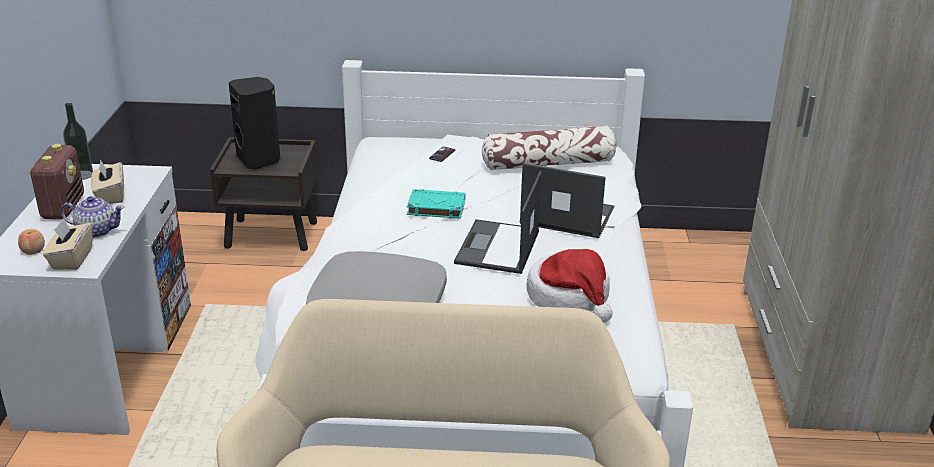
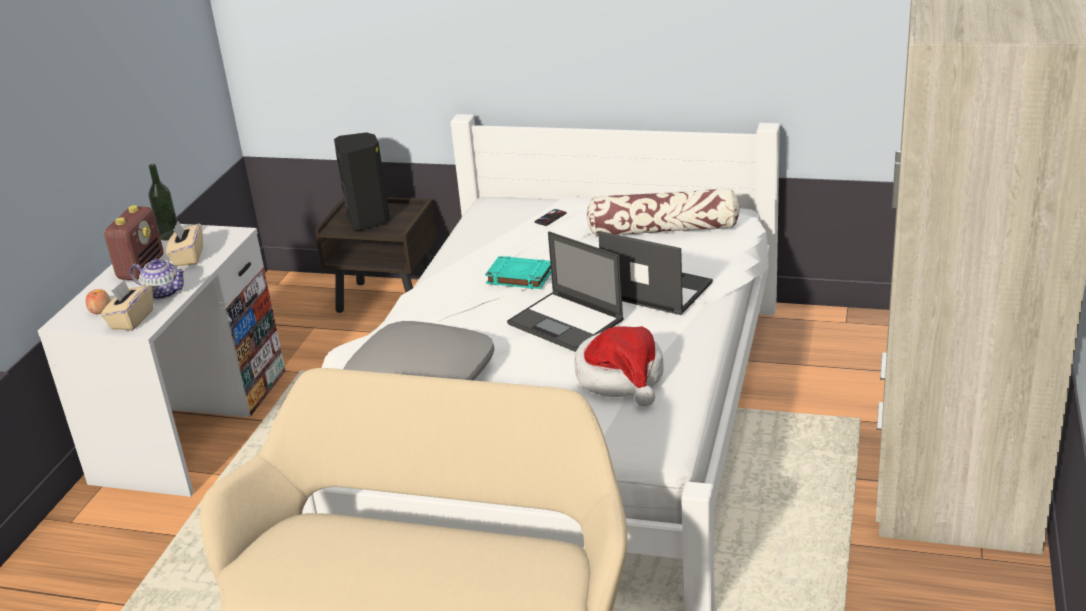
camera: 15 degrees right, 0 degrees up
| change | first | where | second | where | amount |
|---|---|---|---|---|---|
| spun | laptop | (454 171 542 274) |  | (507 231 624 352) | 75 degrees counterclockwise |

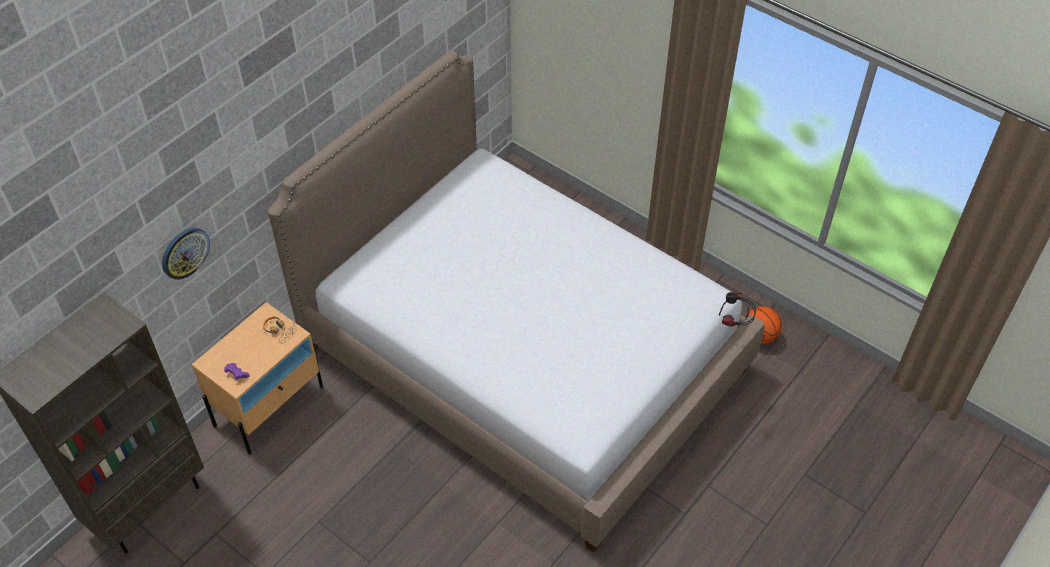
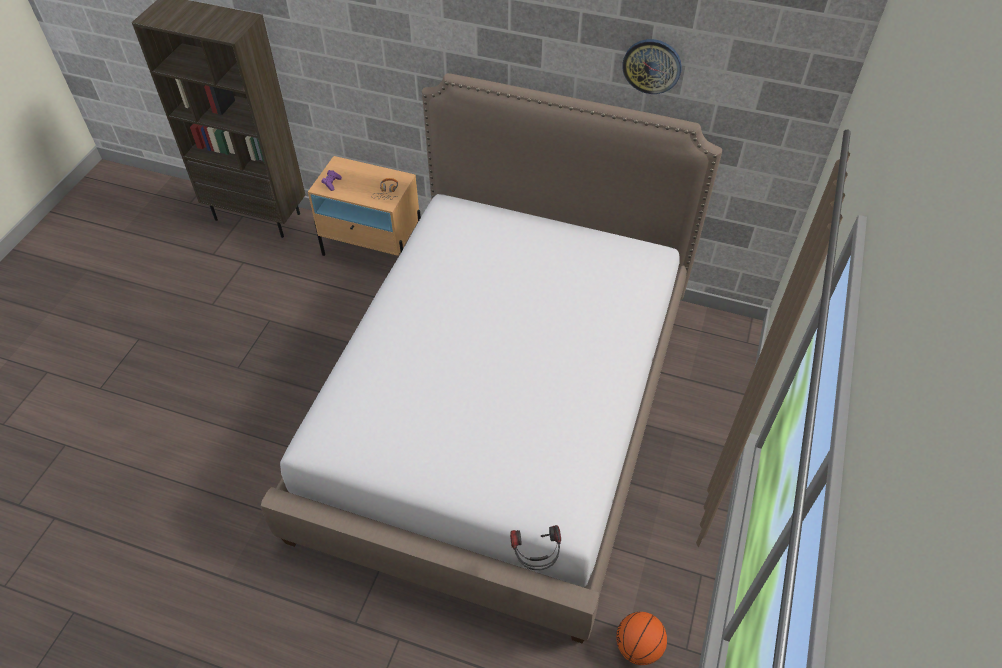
camera: 70 degrees right, 0 degrees up
| change | first | where | second | where | amount |
|---|---|---|---|---|---|
| relocated | wall clock | (162 228 210 280) |  | (622 39 682 94) |  |

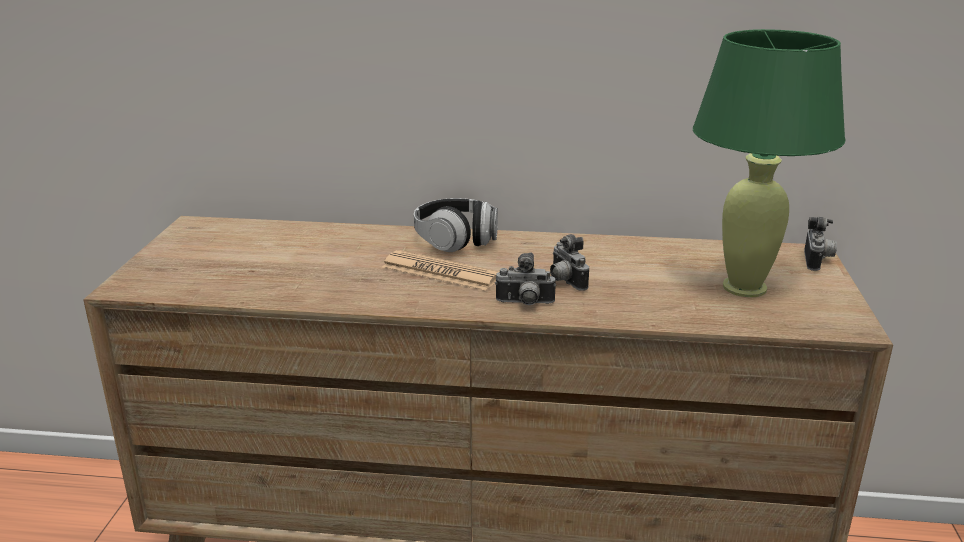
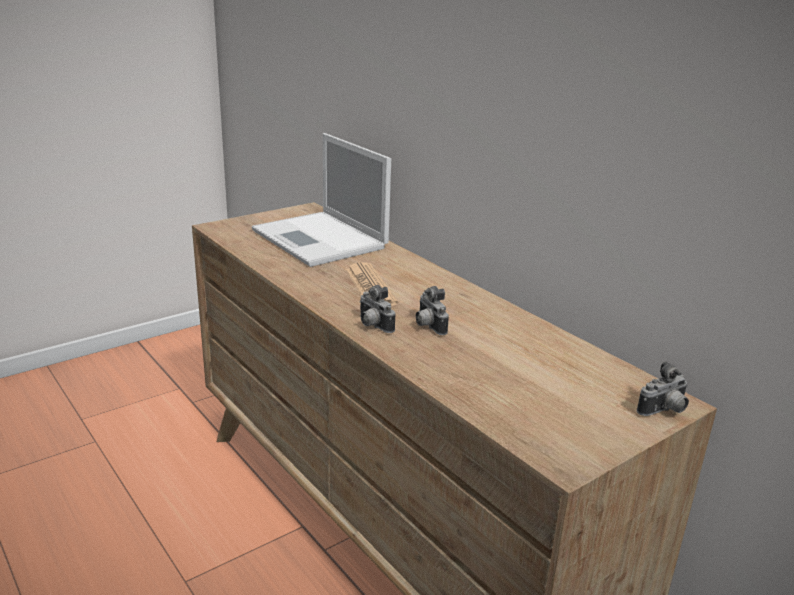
camera: 45 degrees right, 0 degrees up
| change | first | where | second | where | amount |
|---|---|---|---|---|---|
| missing | table lamp (green) | (693 29 846 297) |  |  |  |
| missing | headphones | (414 198 498 252) |  |  |  |
| spun | photo camera | (550 234 589 291) |  | (416 286 449 335) | 45 degrees counterclockwise |
| appeared |  |  | laptop | (252 133 391 267) |  |

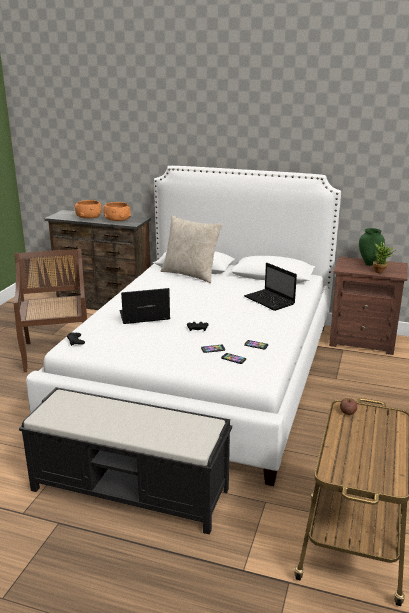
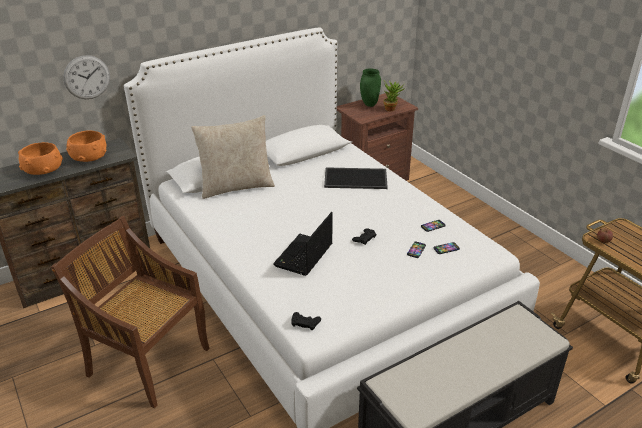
camera: 50 degrees left, 10 degrees up
| change | first | where | second | where | amount |
|---|---|---|---|---|---|
| exchanged | laptop | (244 263 297 311) | tray | (324 167 388 189) |  |
| appeared |  |  | wall clock | (63 55 110 99) |  |

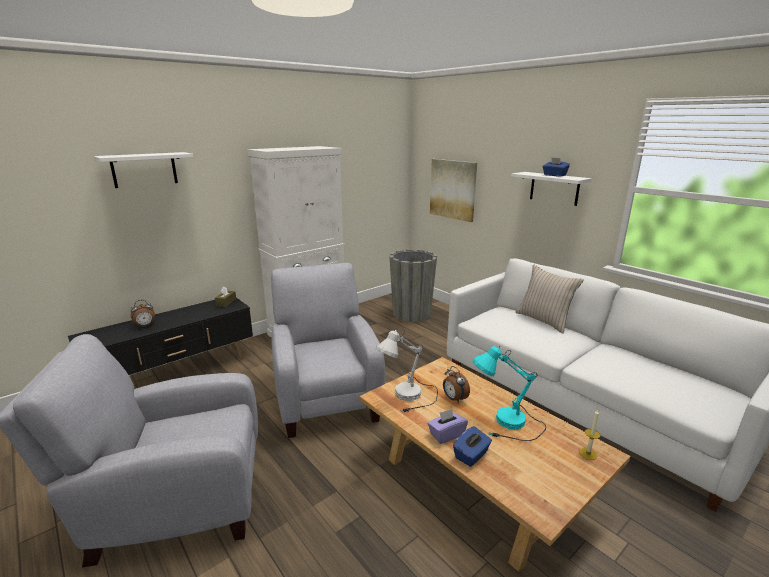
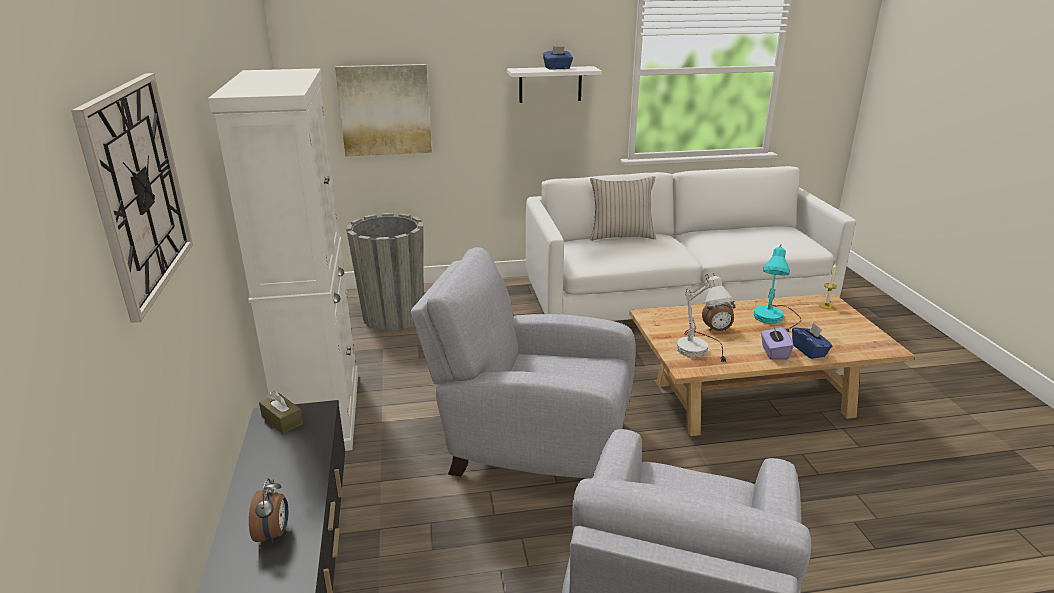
camera: 60 degrees left, 5 degrees up
| change | first | where | second | where | amount |
|---|---|---|---|---|---|
| exchanged | shelf (white) | (94 152 193 188) | wall clock | (71 73 193 323) |  |

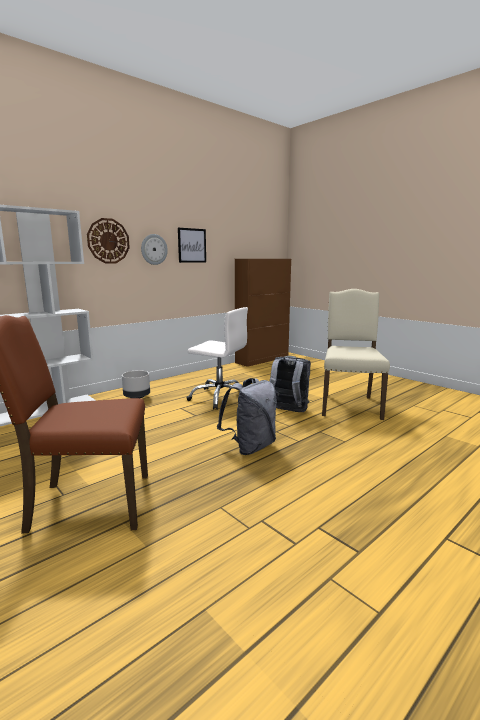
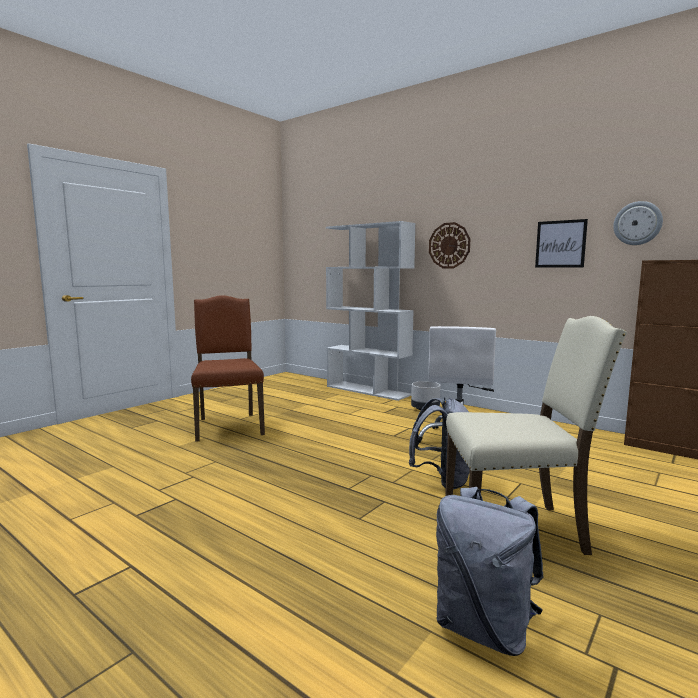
camera: 80 degrees right, 5 degrees down
| change | first | where | second | where | amount |
|---|---|---|---|---|---|
| relocated | wall clock | (141 234 168 265) |  | (613 201 663 245) |  |
| relocated | backpack (grey) | (217 378 277 455) |  | (436 487 544 656) |  |

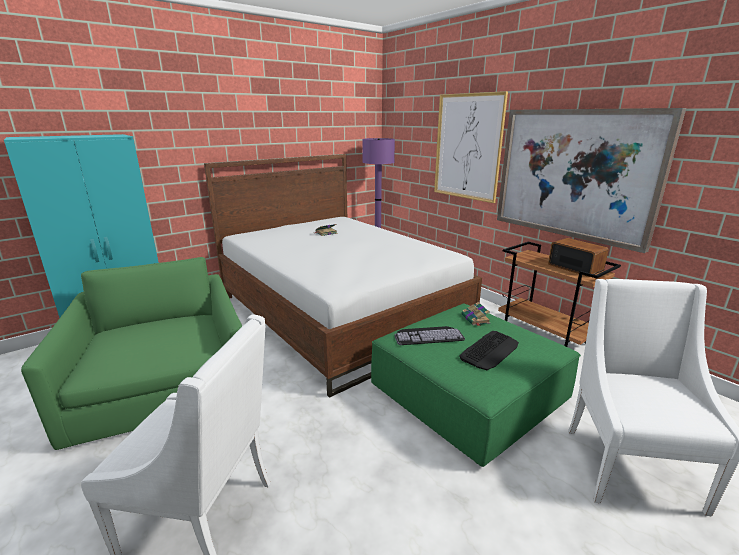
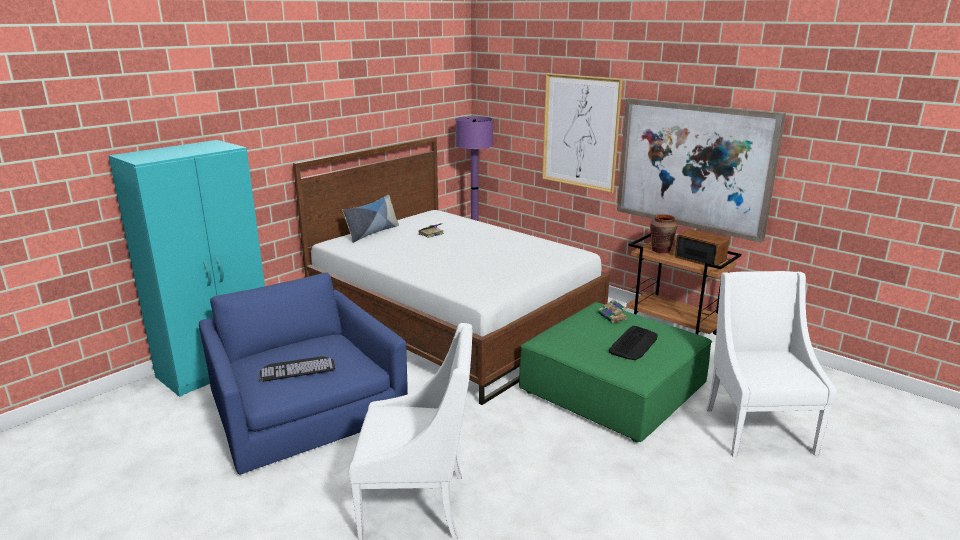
camera: 10 degrees left, 0 degrees up
| change | first | where | second | where | amount |
|---|---|---|---|---|---|
| colour | armchair (green) | (21 257 242 450) | armchair (blue) | (199 272 408 474) |  |
| relocated | keyboard | (394 326 465 345) |  | (259 356 336 382) |  |
| appeared |  |  | pillow | (343 195 399 243) |  |
| appeared |  |  | vase (brown) | (650 214 678 253) |  |

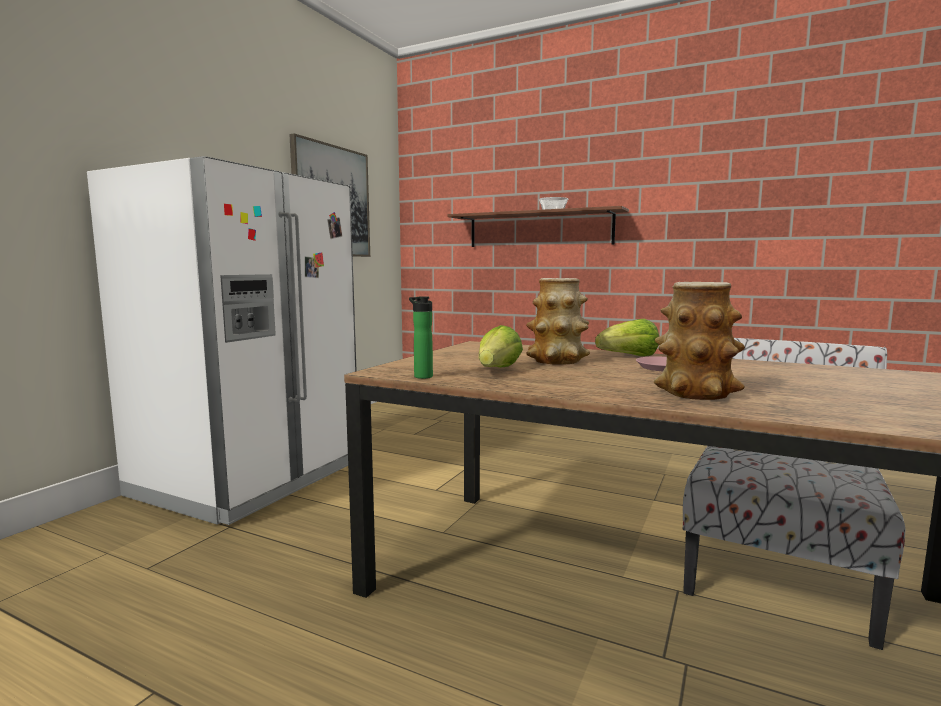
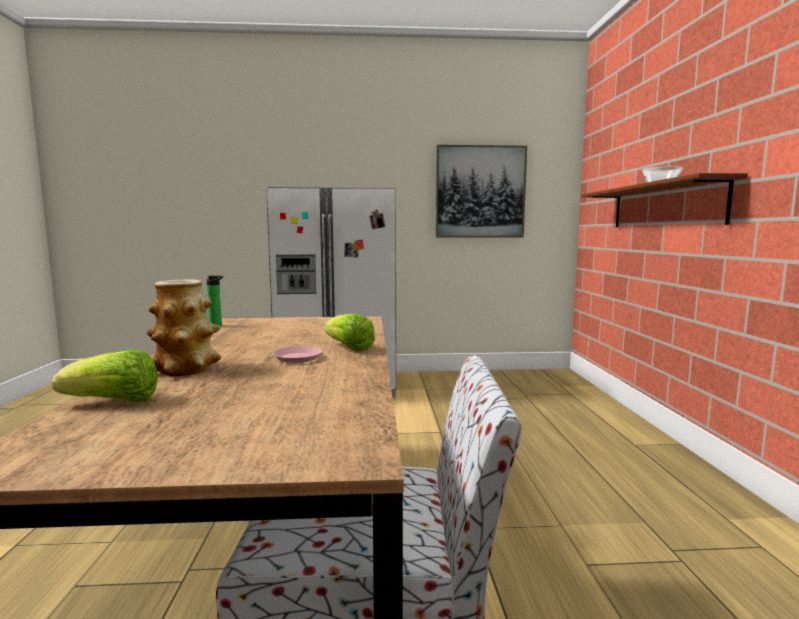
camera: 60 degrees right, 0 degrees up
| change | first | where | second | where | amount |
|---|---|---|---|---|---|
| missing | vase | (526 278 590 365) |  |  |  |
| relocated | lettuce | (479 325 523 368) |  | (52 349 158 402) |  |

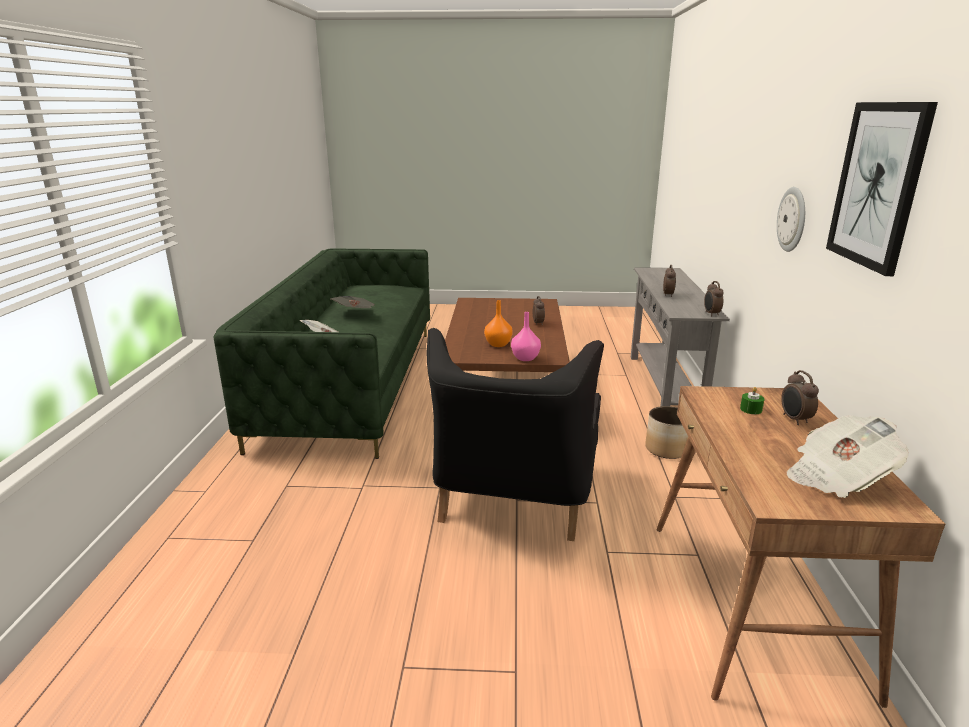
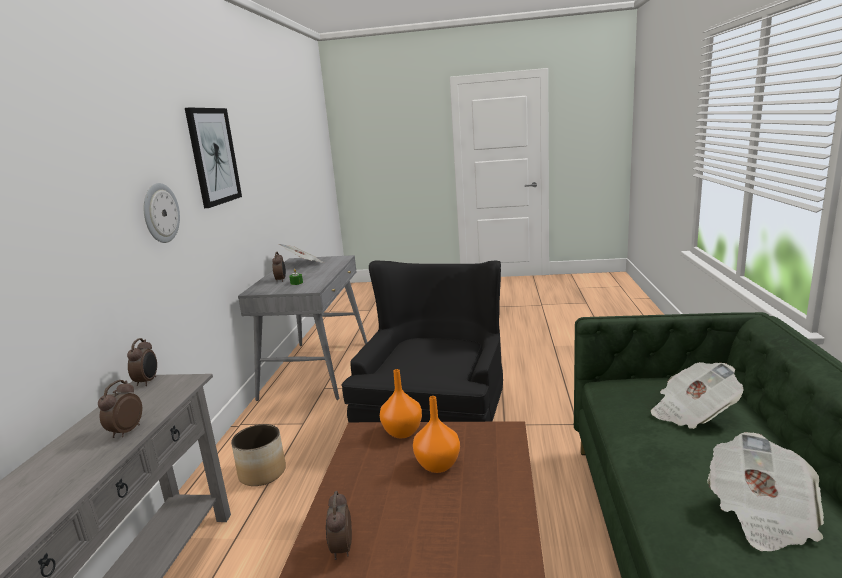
camera: 175 degrees left, 5 degrees down
| change | first | where | second | where | amount |
|---|---|---|---|---|---|
| colour | vase (pink) | (511 312 541 361) | vase (orange) | (380 369 422 438) |  |
| colour | desk (brown) | (657 386 945 708) | desk (grey) | (238 255 368 401) |  |

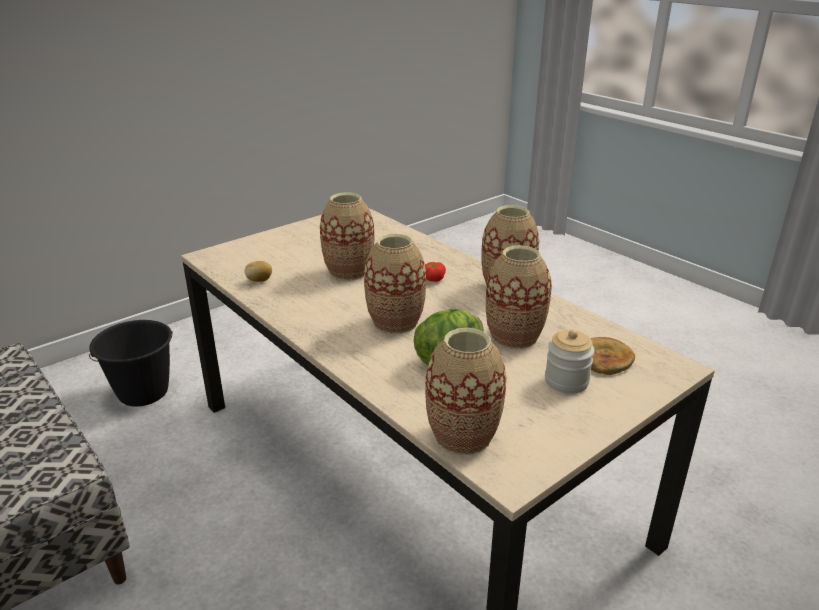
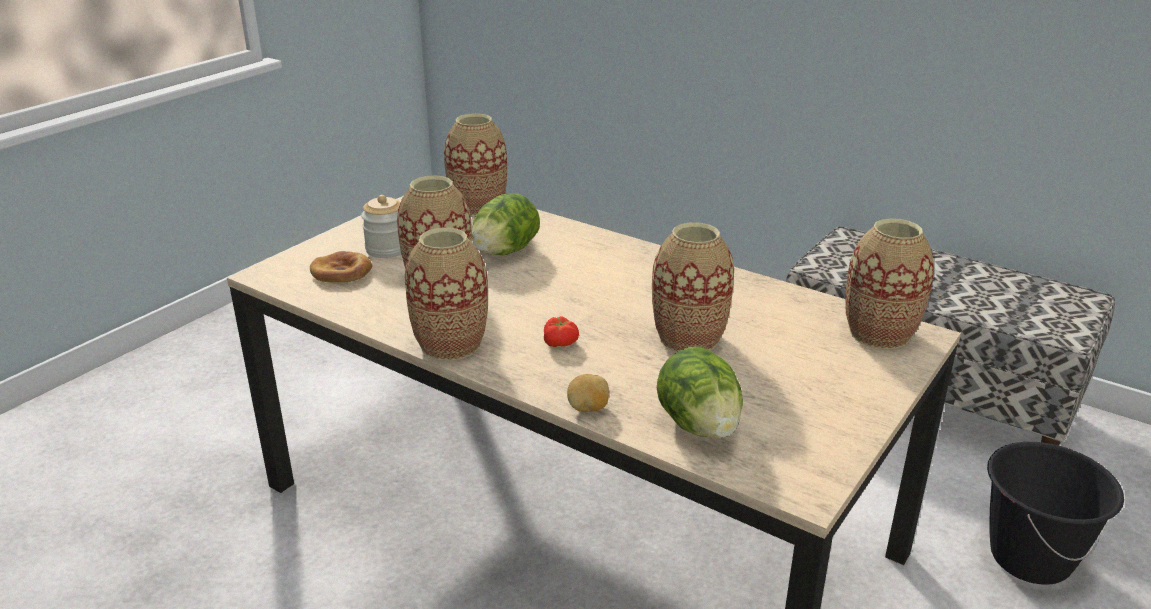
camera: 165 degrees right, 0 degrees up
| change | first | where | second | where | amount |
|---|---|---|---|---|---|
| relocated | vase | (364 234 426 334) |  | (845 218 934 349) |  |
| relocated | potato | (245 261 272 282) |  | (567 374 609 412) |  |
| appeared |  |  | lettuce | (657 347 743 439) |  |

